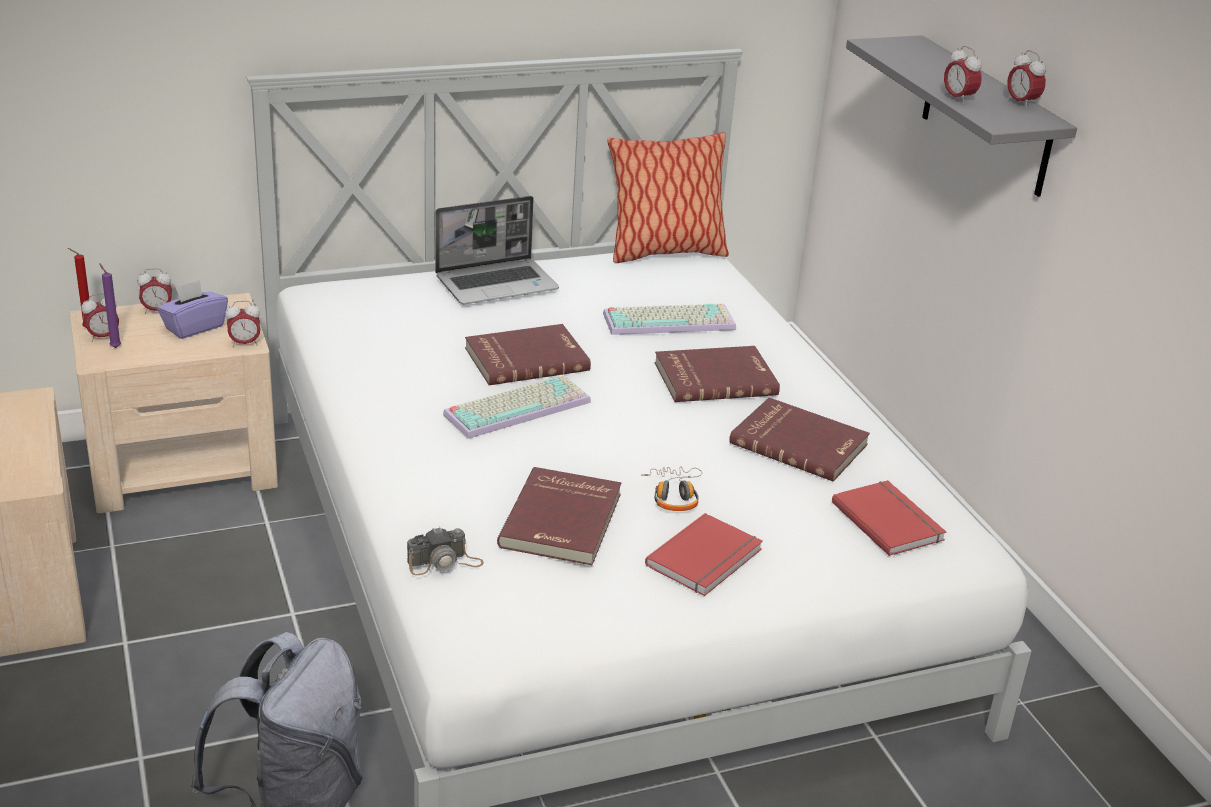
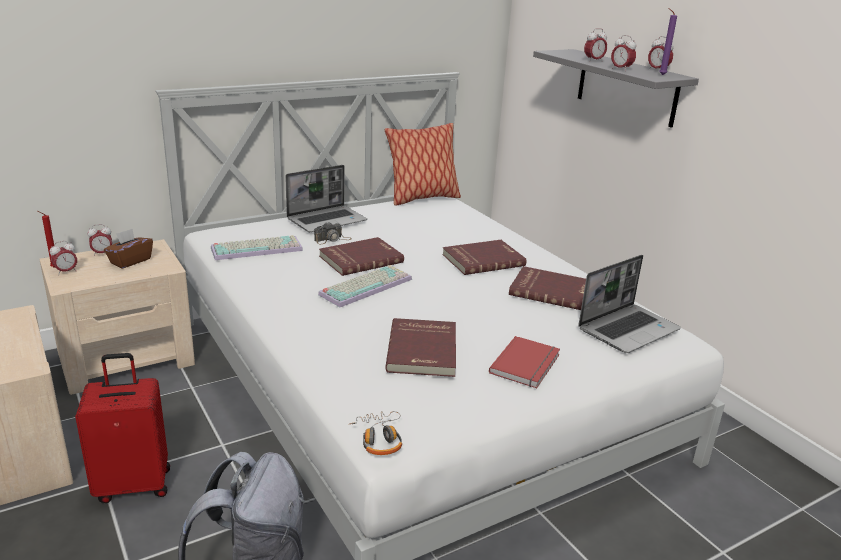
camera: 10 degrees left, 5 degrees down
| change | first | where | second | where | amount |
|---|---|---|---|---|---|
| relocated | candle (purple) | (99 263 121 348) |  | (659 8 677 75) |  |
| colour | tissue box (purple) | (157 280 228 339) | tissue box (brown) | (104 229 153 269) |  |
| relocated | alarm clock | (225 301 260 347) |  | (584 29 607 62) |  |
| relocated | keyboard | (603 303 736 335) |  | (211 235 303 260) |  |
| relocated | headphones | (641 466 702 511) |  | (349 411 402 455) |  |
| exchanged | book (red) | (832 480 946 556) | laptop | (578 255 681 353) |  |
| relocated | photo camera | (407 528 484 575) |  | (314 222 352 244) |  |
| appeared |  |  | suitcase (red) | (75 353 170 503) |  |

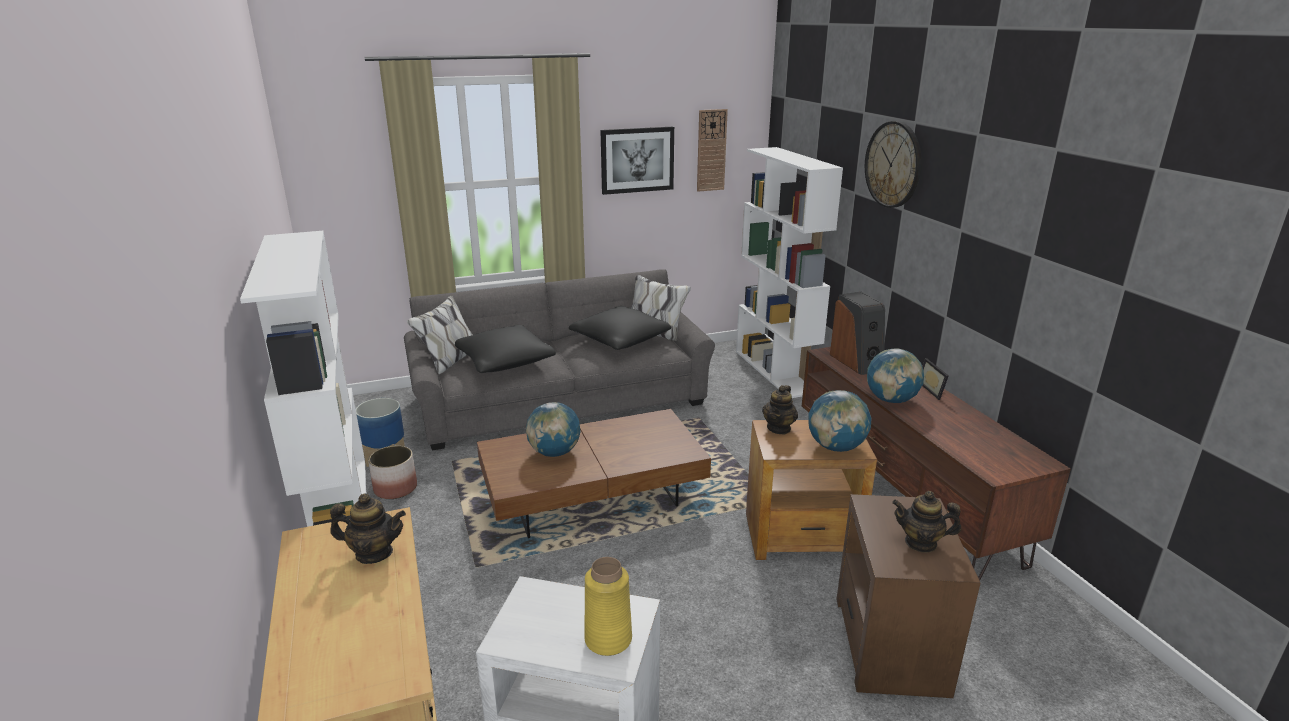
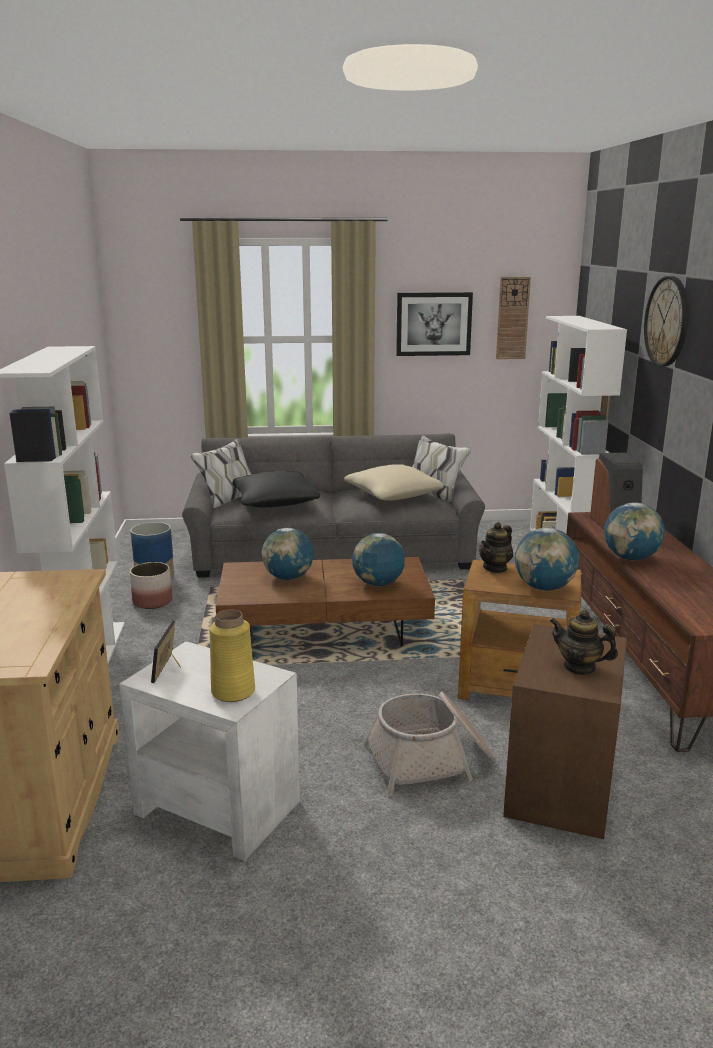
camera: 15 degrees right, 5 degrees down
| change | first | where | second | where | amount |
|---|---|---|---|---|---|
| colour | pillow (black) | (569 306 671 350) | pillow (beige) | (344 464 444 501) |  |
| relocated | picture frame | (922 358 949 400) |  | (151 621 182 683) |  |
| missing | teapot | (330 493 406 564) |  |  |  |
| appeared |  |  | globe | (352 533 405 586) |  |
| appeared |  |  | basket | (363 692 496 796) |  |

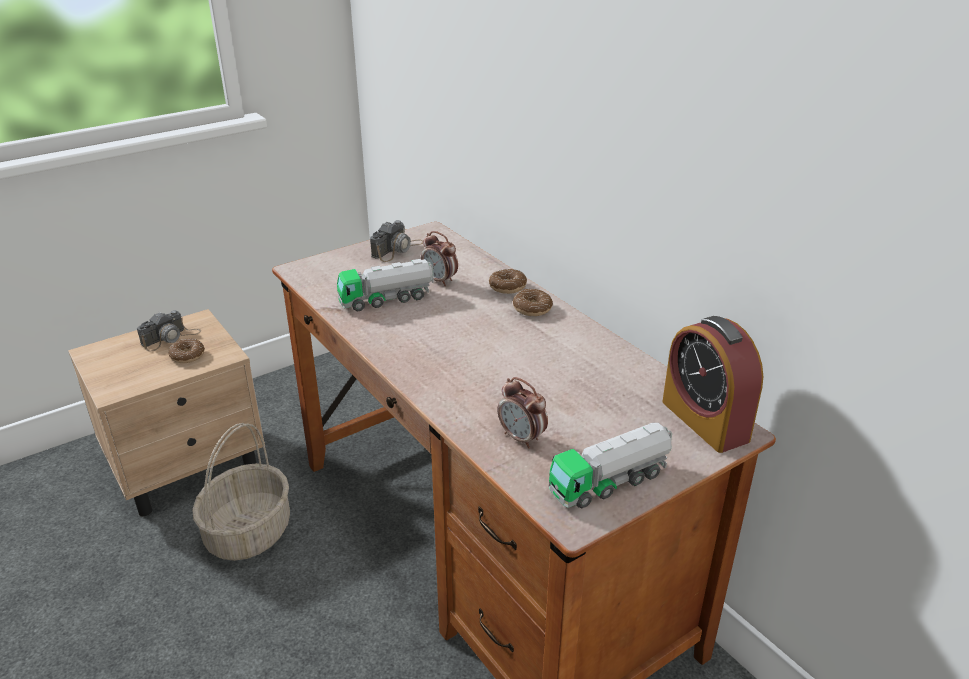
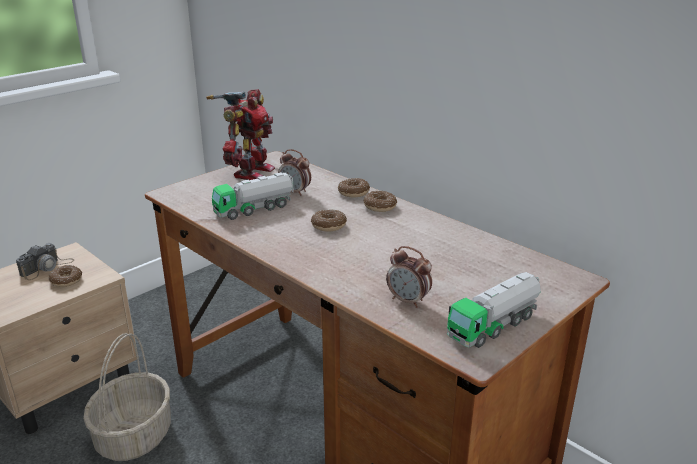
camera: 10 degrees left, 5 degrees down
| change | first | where | second | where | amount |
|---|---|---|---|---|---|
| exchanged | photo camera | (370 220 423 262) | toy robot | (206 89 275 180) |  |
| missing | alarm clock | (662 316 763 453) |  |  |  |
| appeared |  |  | donut | (311 209 347 232) |  |

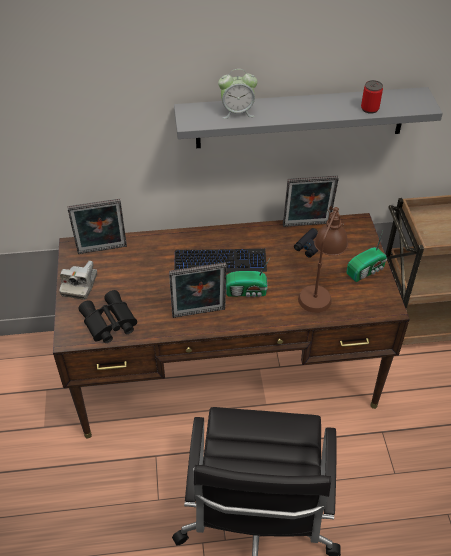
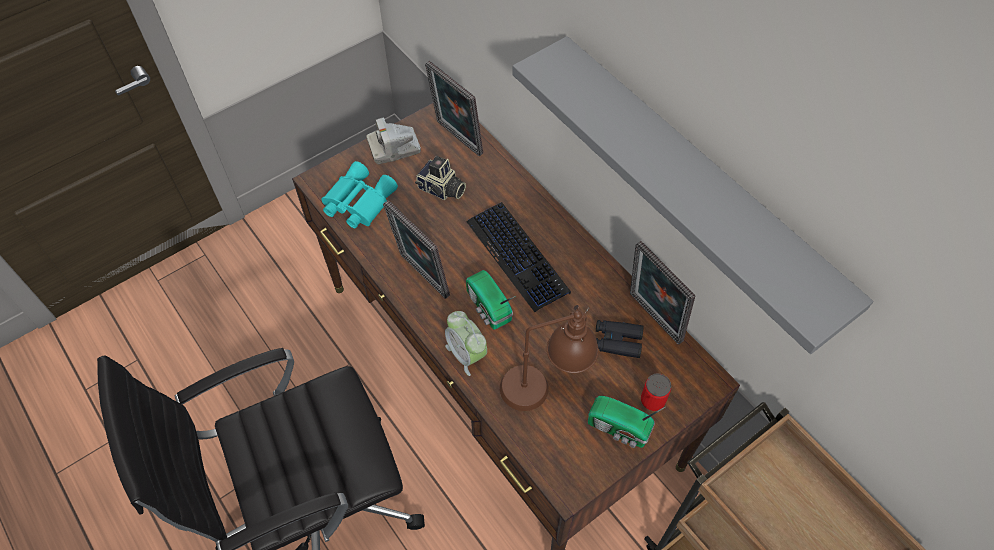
camera: 60 degrees right, 10 degrees up
| change | first | where | second | where | amount |
|---|---|---|---|---|---|
| relocated | alarm clock | (218 69 257 119) |  | (445 311 487 376) |  |
| relocated | can | (361 80 383 114) |  | (641 374 671 411) |  |
| colour | binoculars (black) | (78 290 137 343) | binoculars (turquoise) | (321 161 398 228) |  |
| appeared |  |  | photo camera | (415 156 466 200) |  |

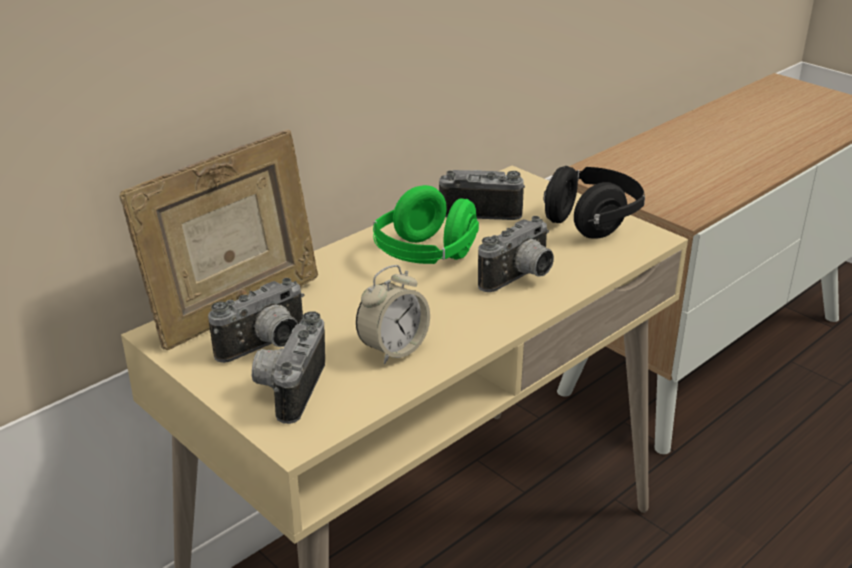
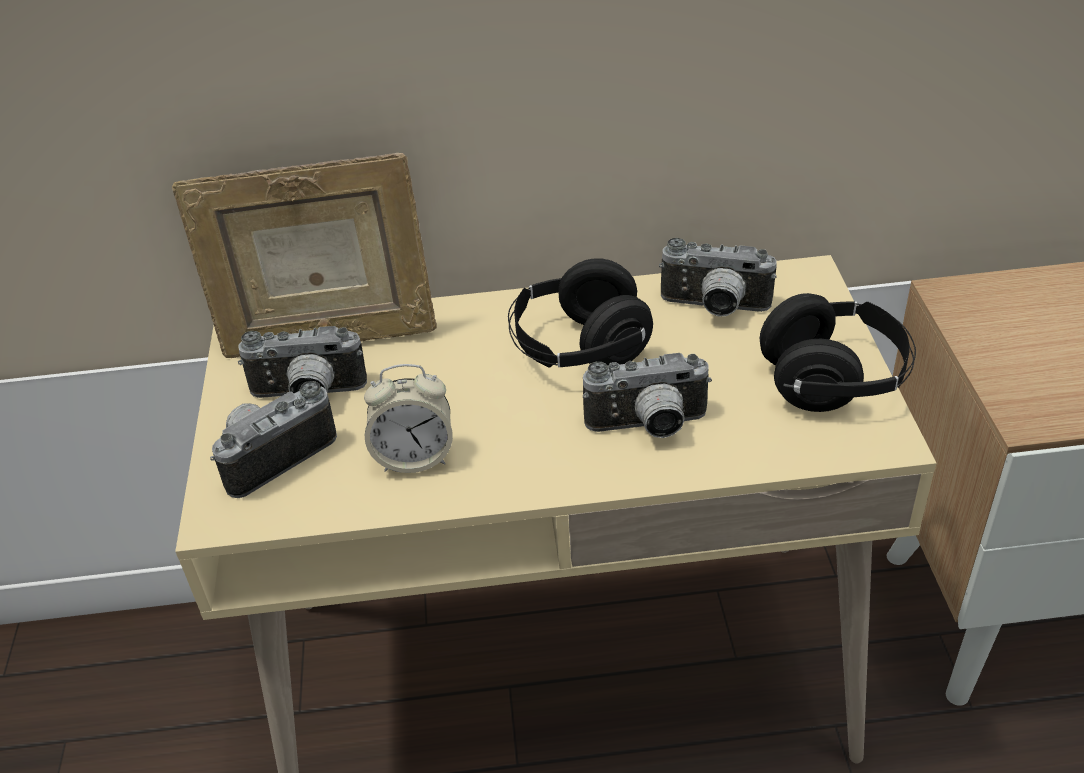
camera: 40 degrees right, 10 degrees up
| change | first | where | second | where | amount |
|---|---|---|---|---|---|
| spun | photo camera | (439 170 525 220) |  | (659 238 777 317) | 150 degrees clockwise |
| colour | headphones (green) | (373 185 479 264) | headphones (black) | (508 258 653 368) |  |

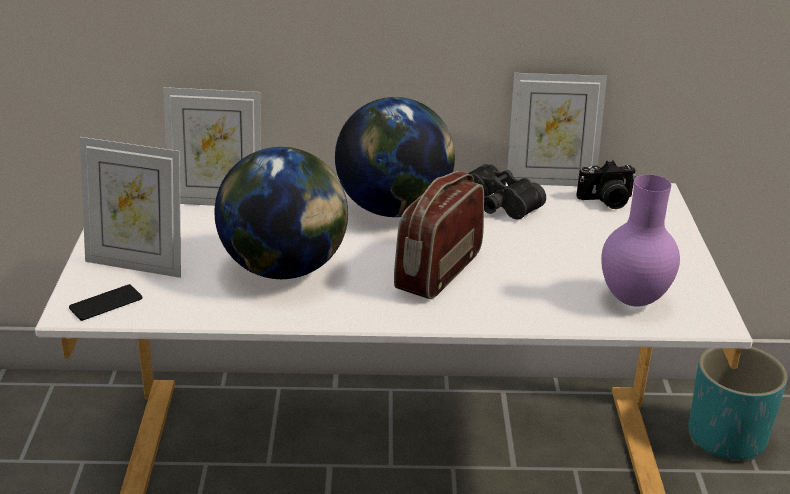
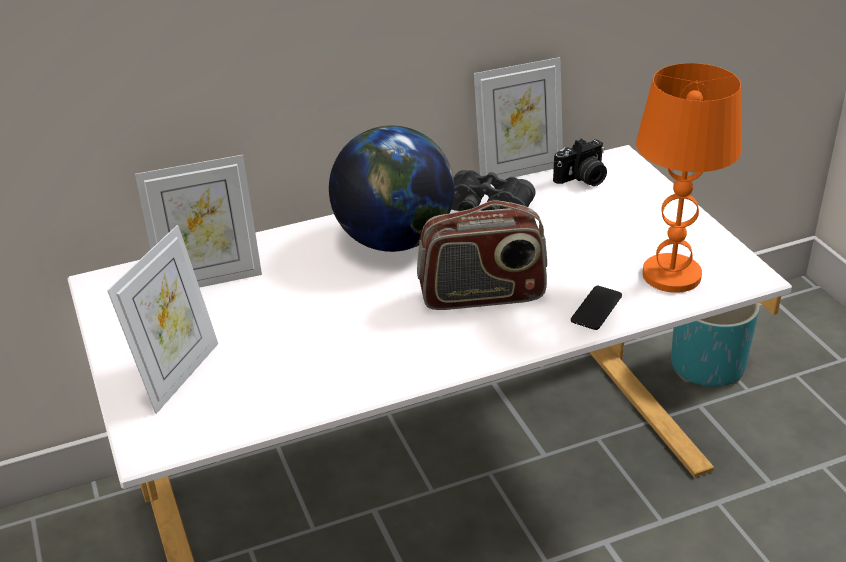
camera: 20 degrees left, 5 degrees up
| change | first | where | second | where | amount |
|---|---|---|---|---|---|
| spun | picture frame | (80 137 181 278) |  | (107 225 218 414) | 60 degrees counterclockwise |
| missing | globe | (215 147 348 279) |  |  |  |
| spun | radio | (394 171 484 299) |  | (417 201 547 310) | 105 degrees counterclockwise |
| exchanged | vase (purple) | (601 174 680 307) | table lamp (orange) | (636 63 742 293) |  |
| relocated | phone | (69 284 142 321) |  | (571 286 622 330) |  |

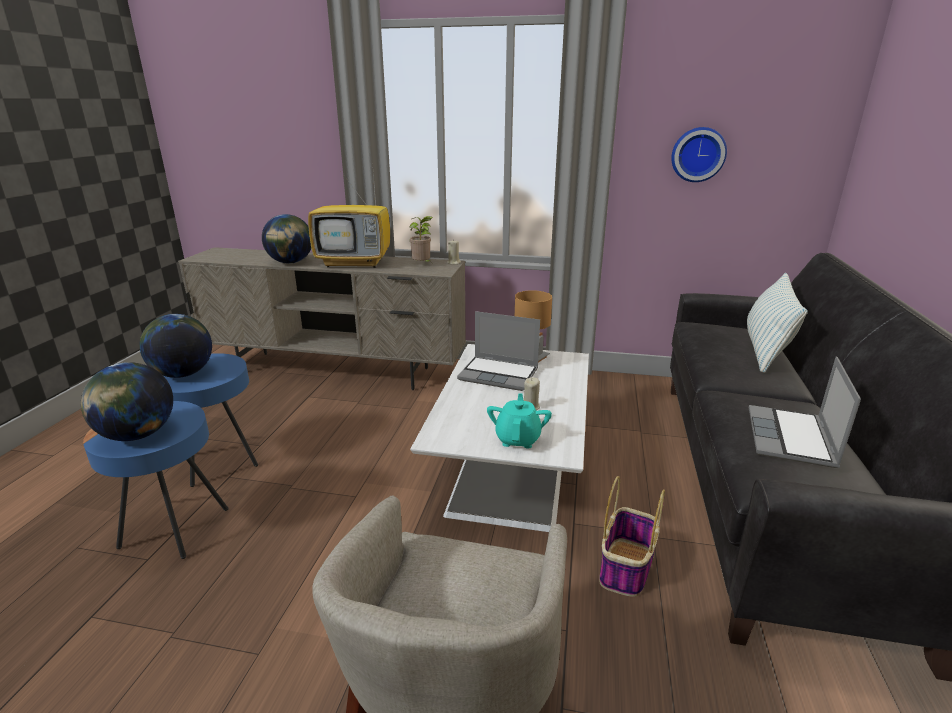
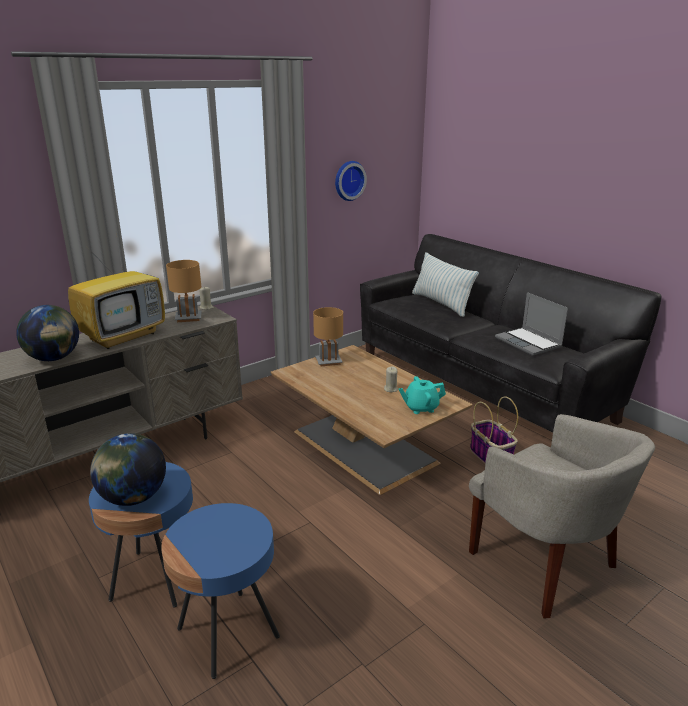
camera: 50 degrees left, 0 degrees up
| change | first | where | second | where | amount |
|---|---|---|---|---|---|
| exchanged | potted plant | (410 216 433 262) | table lamp (brown) | (166 260 202 322) |  |
| missing | laptop | (457 311 540 391) |  |  |  |
| colour | coffee table (white) | (410 344 589 532) | coffee table (brown) | (271 345 473 495) |  |
| missing | globe | (81 362 173 441) |  |  |  |
| spun | teapot (turquoise) | (487 393 552 449) |  | (399 376 446 414) | 60 degrees counterclockwise |

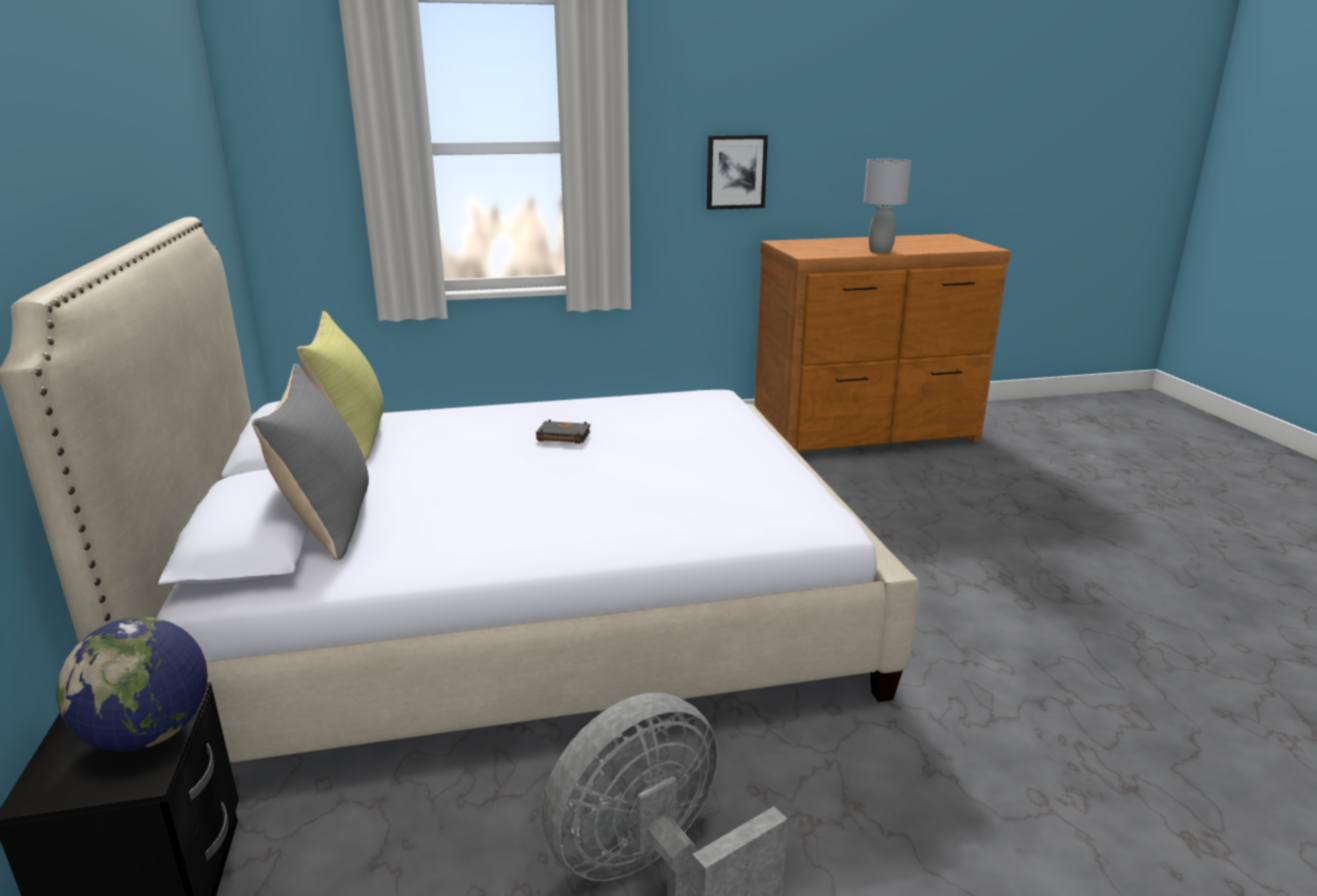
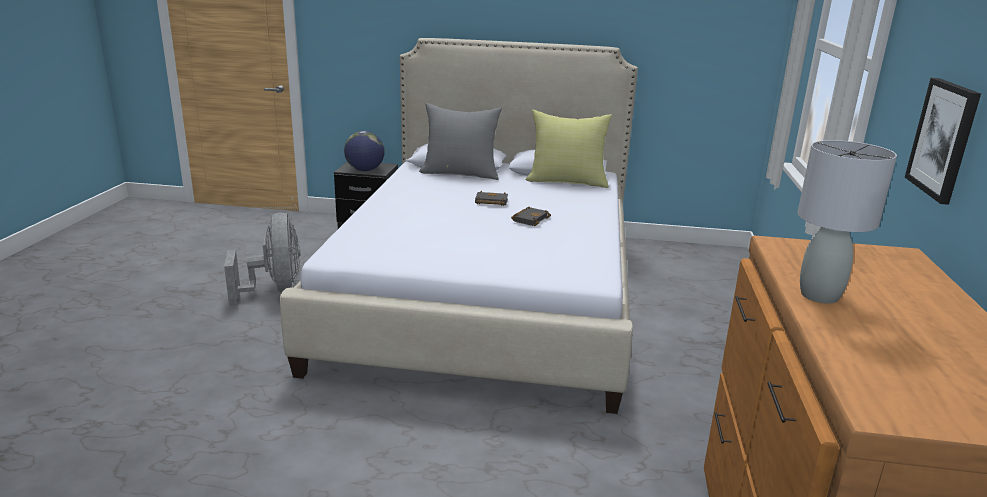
camera: 110 degrees right, 0 degrees up
| change | first | where | second | where | amount |
|---|---|---|---|---|---|
| appeared |  |  | book (black) | (475 191 508 206) |  |

